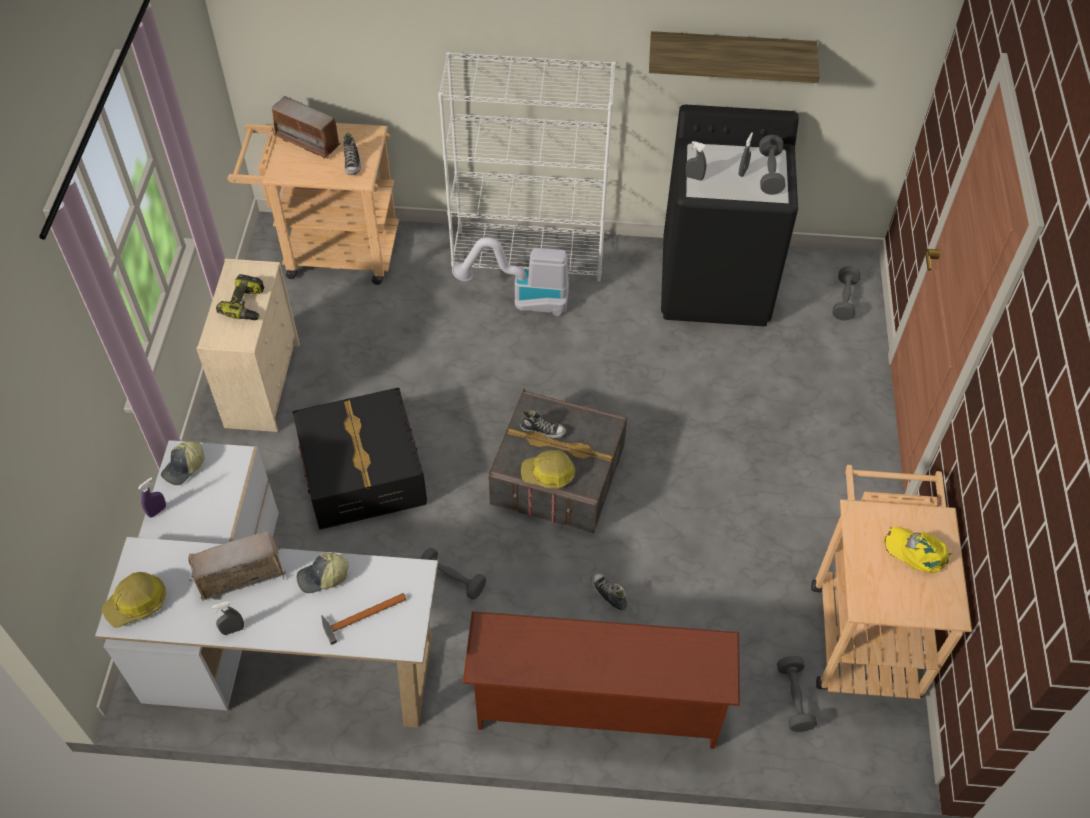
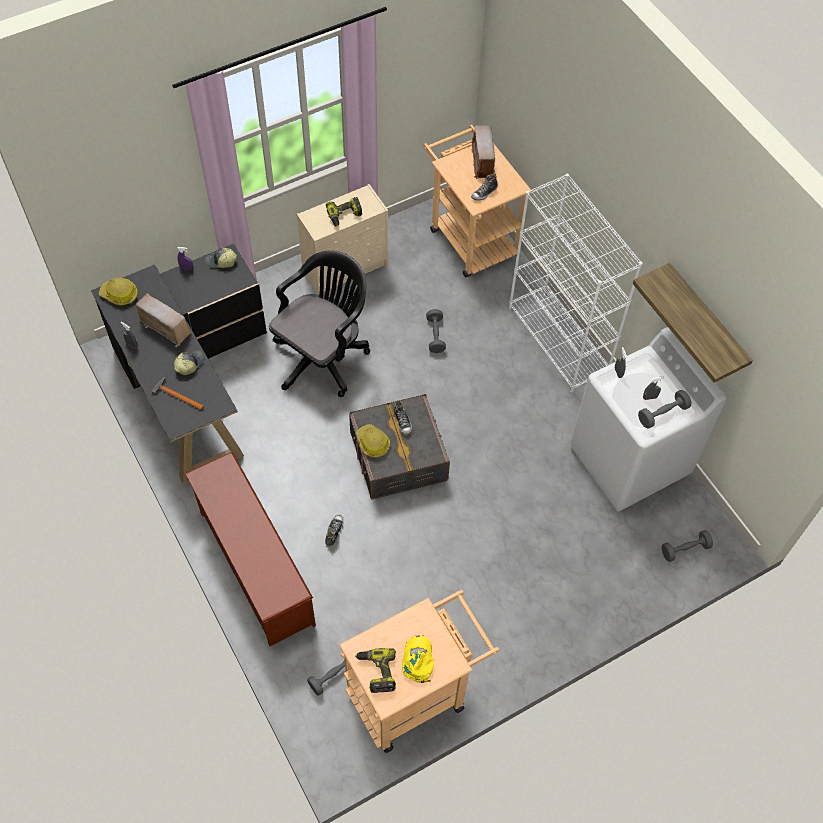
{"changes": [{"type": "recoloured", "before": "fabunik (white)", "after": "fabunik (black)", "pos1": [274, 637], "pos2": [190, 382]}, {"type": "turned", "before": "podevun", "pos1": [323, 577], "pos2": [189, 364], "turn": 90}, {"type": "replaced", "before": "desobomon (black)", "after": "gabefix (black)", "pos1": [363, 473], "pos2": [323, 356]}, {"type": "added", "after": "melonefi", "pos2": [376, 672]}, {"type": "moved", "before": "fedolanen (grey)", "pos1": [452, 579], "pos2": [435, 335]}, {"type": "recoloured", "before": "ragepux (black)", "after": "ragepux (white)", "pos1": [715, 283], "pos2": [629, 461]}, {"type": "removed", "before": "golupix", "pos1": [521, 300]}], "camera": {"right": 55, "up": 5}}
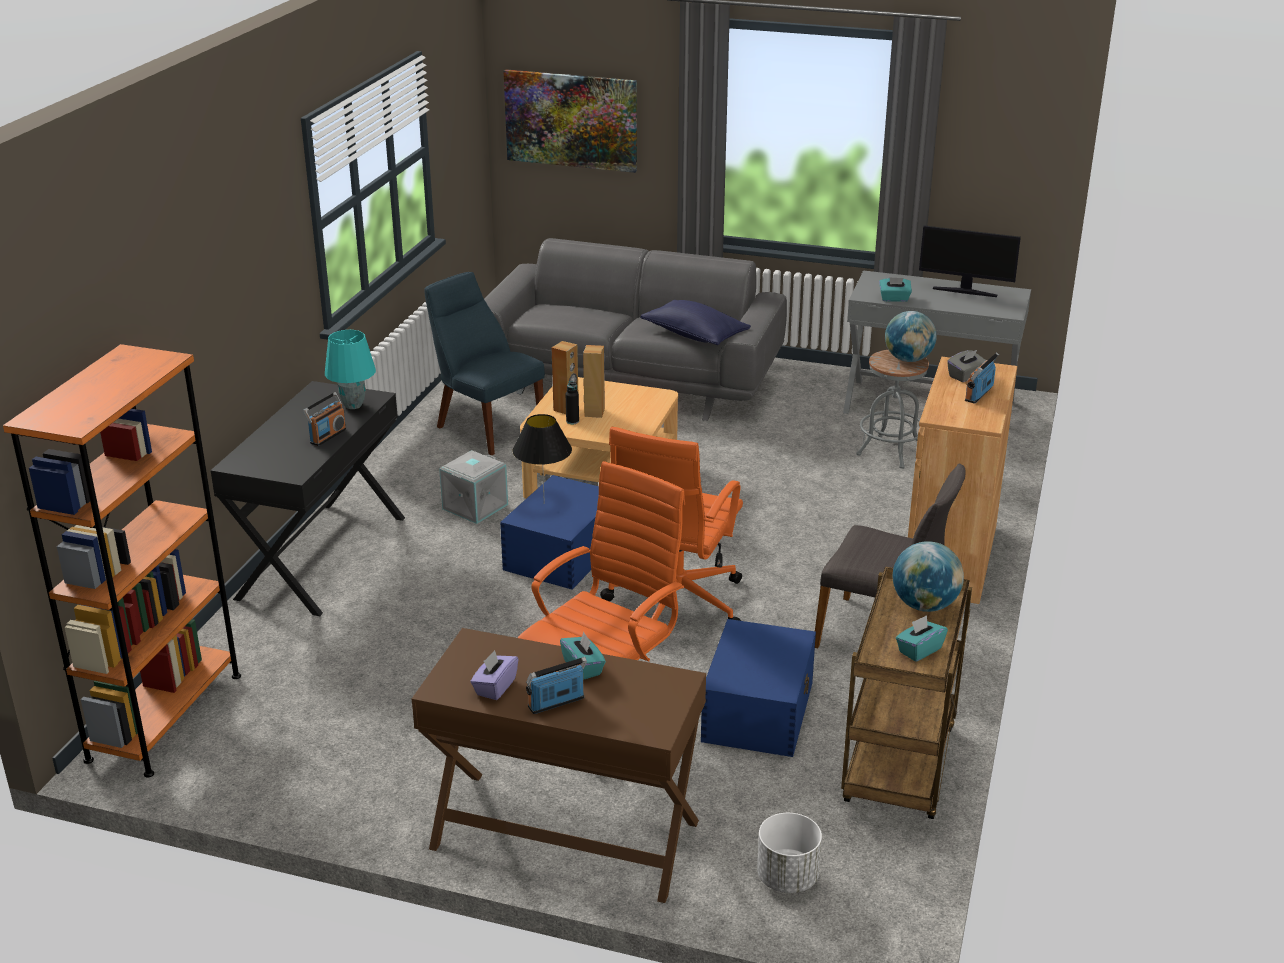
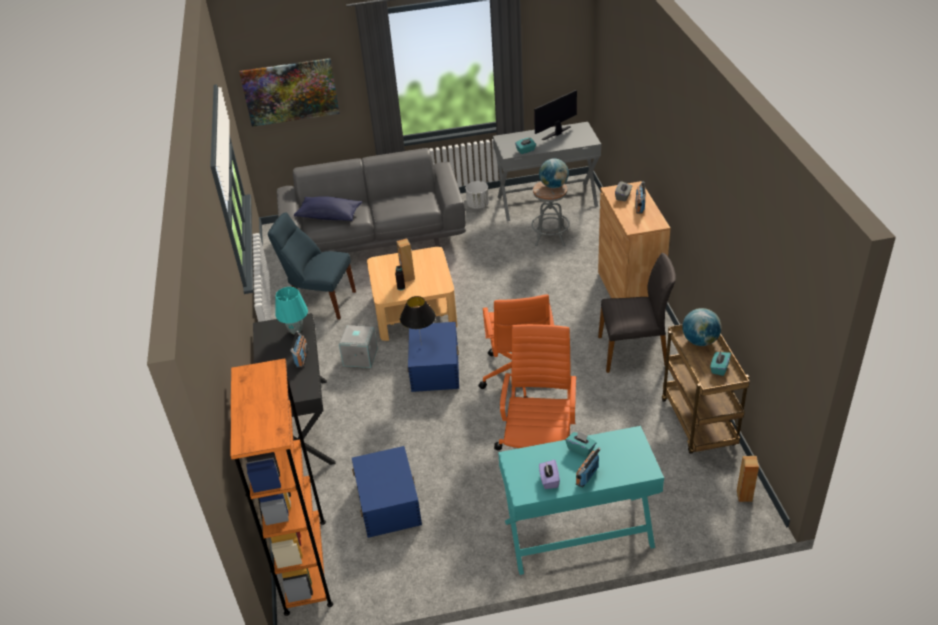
{"changes": [{"type": "moved", "before": "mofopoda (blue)", "pos1": [695, 335], "pos2": [329, 216]}, {"type": "moved", "before": "desobomon (blue)", "pos1": [759, 710], "pos2": [388, 502]}, {"type": "moved", "before": "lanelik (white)", "pos1": [788, 877], "pos2": [478, 205]}, {"type": "recoloured", "before": "fabunik (brown)", "after": "fabunik (turquoise)", "pos1": [564, 836], "pos2": [578, 534]}, {"type": "turned", "before": "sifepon", "pos1": [965, 291], "pos2": [557, 133], "turn": 150}, {"type": "moved", "before": "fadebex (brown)", "pos1": [566, 409], "pos2": [744, 496]}], "camera": {"right": -25, "up": 10}}
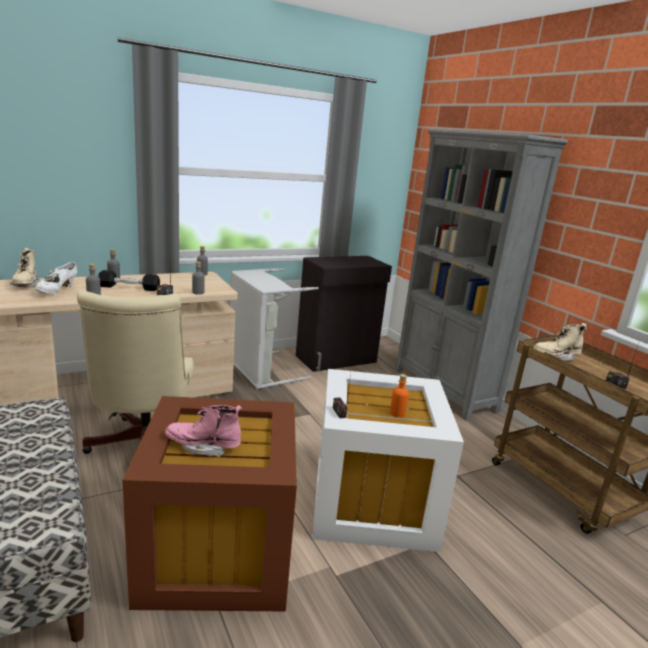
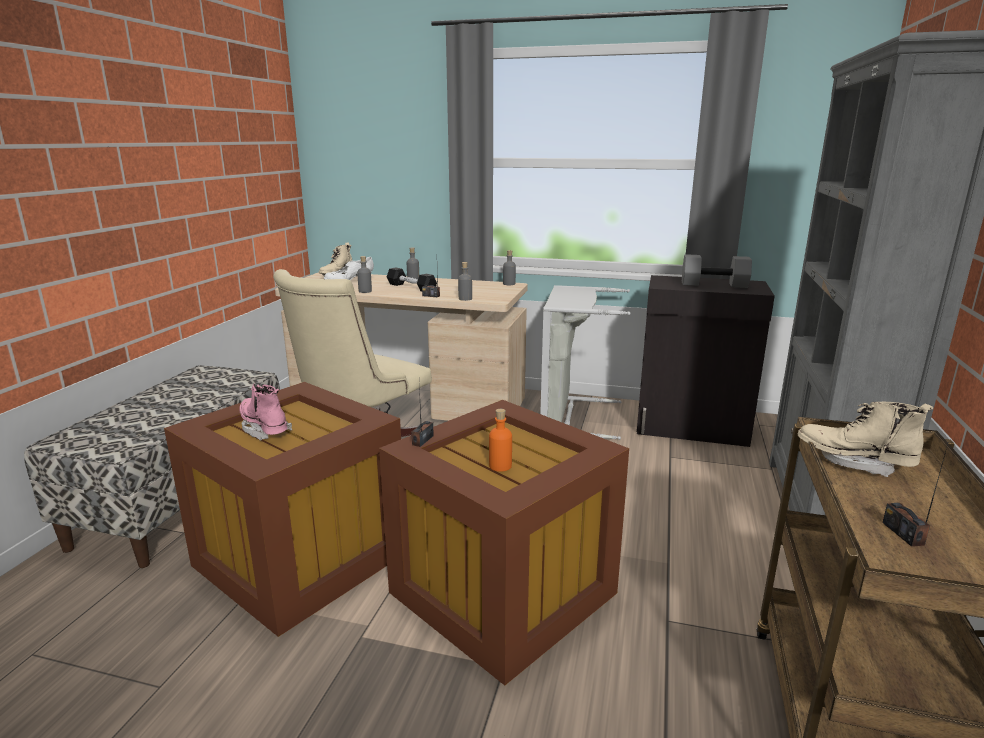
{"changes": [{"type": "recoloured", "before": "desobomon (white)", "after": "desobomon (brown)", "pos1": [374, 504], "pos2": [503, 595]}, {"type": "added", "after": "fedolanen (grey)", "pos2": [714, 284]}], "camera": {"right": 45, "up": 0}}
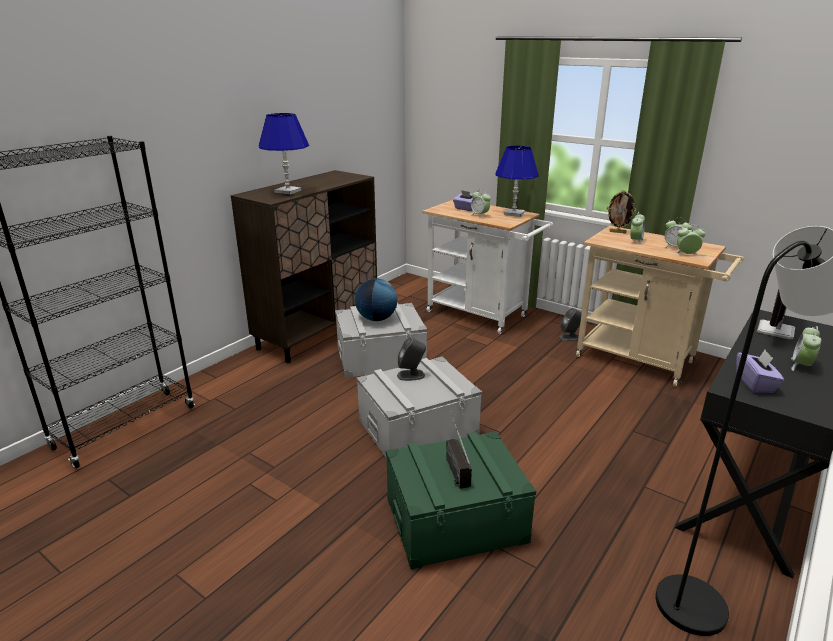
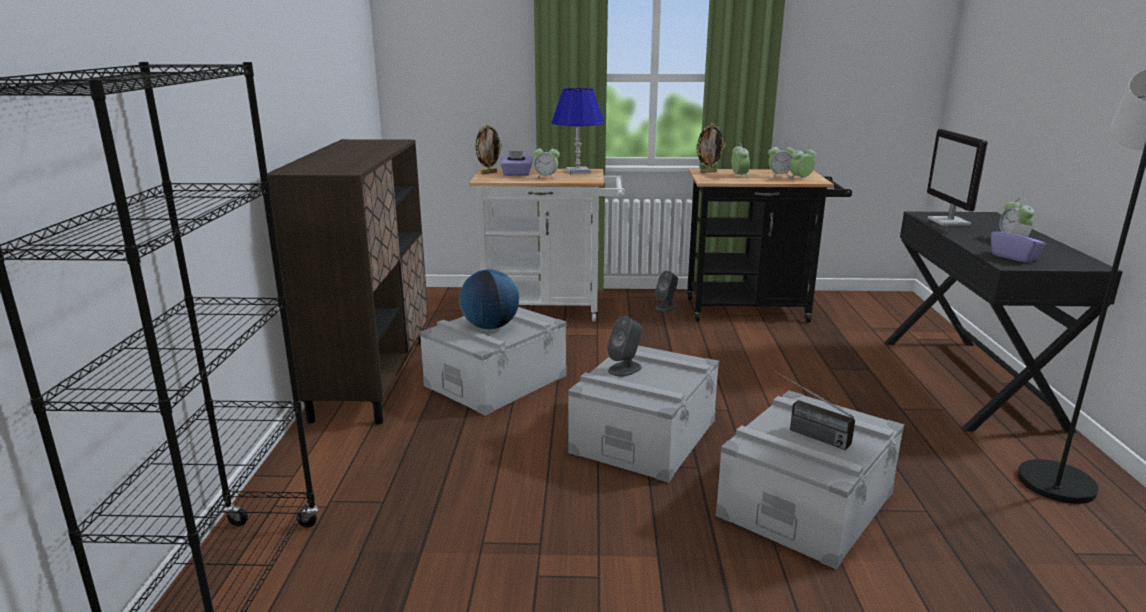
{"changes": [{"type": "added", "after": "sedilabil", "pos2": [489, 173]}, {"type": "recoloured", "before": "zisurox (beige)", "after": "zisurox (black)", "pos1": [642, 361], "pos2": [754, 310]}, {"type": "recoloured", "before": "desobomon (green)", "after": "desobomon (grey)", "pos1": [455, 519], "pos2": [805, 504]}, {"type": "removed", "before": "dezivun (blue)", "pos1": [288, 191]}], "camera": {"right": -35, "up": -5}}
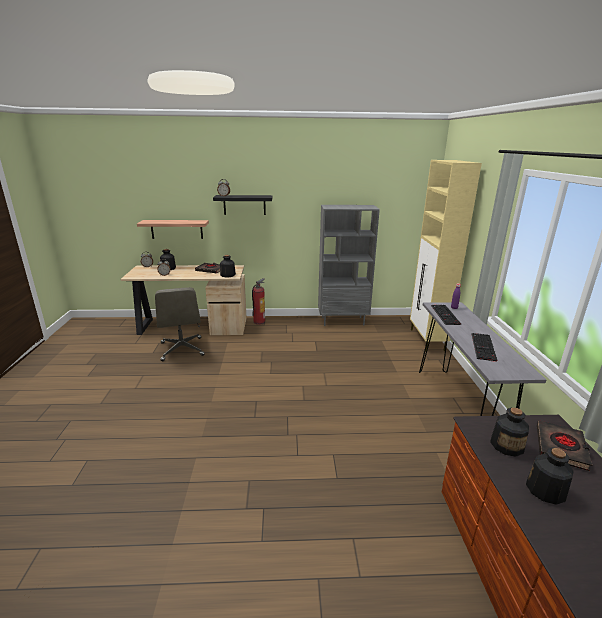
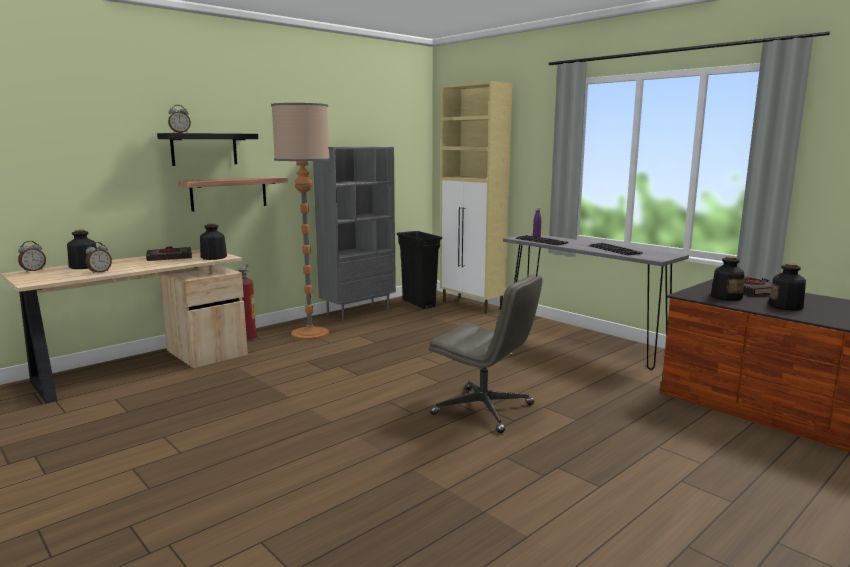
{"changes": [{"type": "moved", "before": "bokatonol", "pos1": [176, 229], "pos2": [229, 193]}, {"type": "added", "after": "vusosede", "pos2": [310, 334]}, {"type": "added", "after": "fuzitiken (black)", "pos2": [418, 303]}, {"type": "moved", "before": "gabefix (grey)", "pos1": [182, 349], "pos2": [484, 410]}], "camera": {"right": -40, "up": -10}}
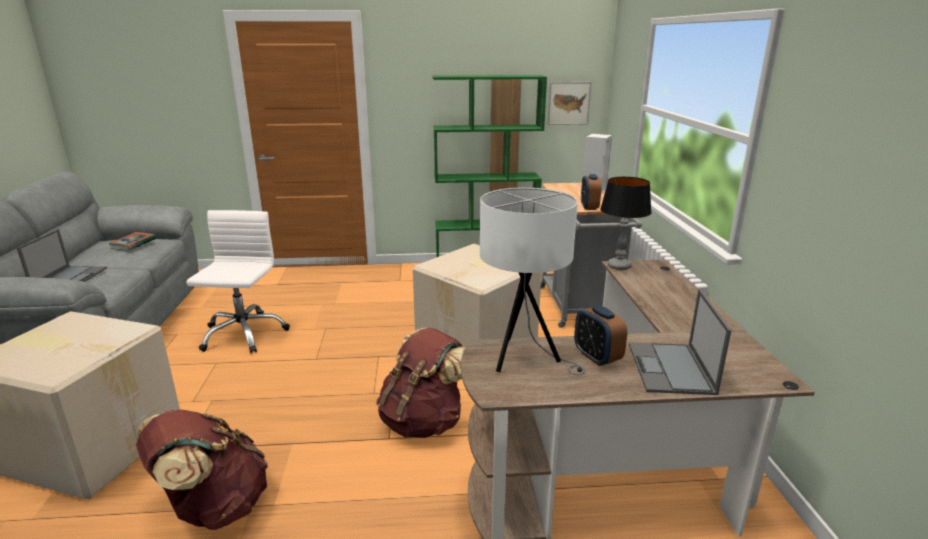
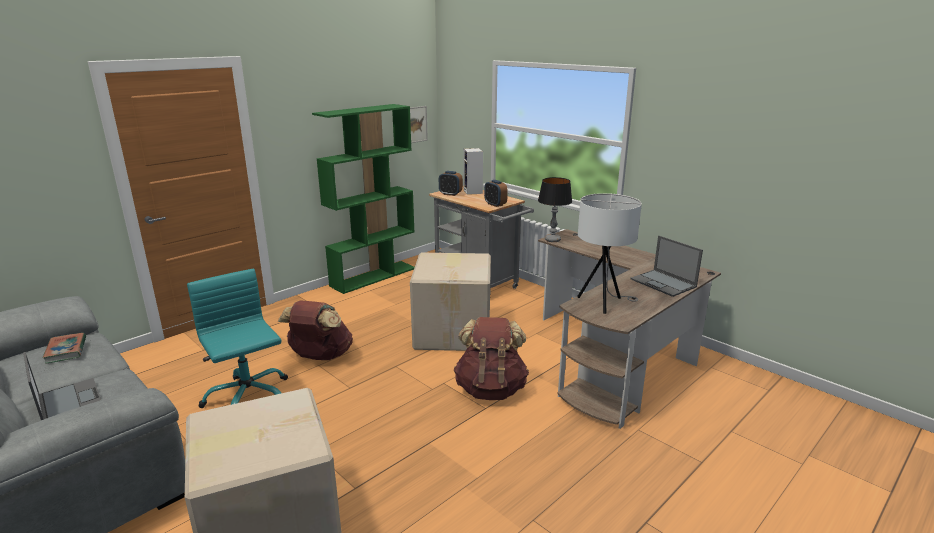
{"changes": [{"type": "recoloured", "before": "gabefix (white)", "after": "gabefix (turquoise)", "pos1": [243, 334], "pos2": [248, 398]}, {"type": "moved", "before": "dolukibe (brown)", "pos1": [214, 507], "pos2": [320, 356]}, {"type": "moved", "before": "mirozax", "pos1": [597, 357], "pos2": [450, 194]}], "camera": {"right": -40, "up": 0}}
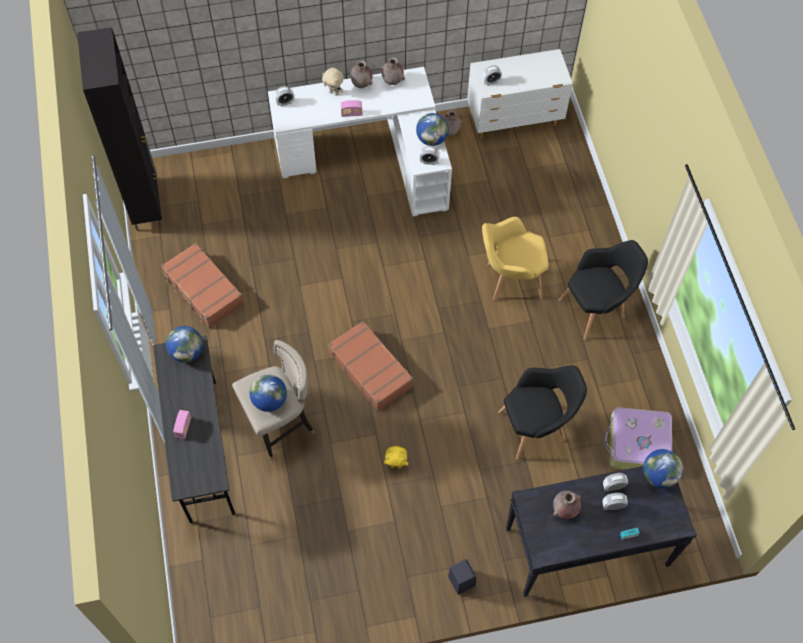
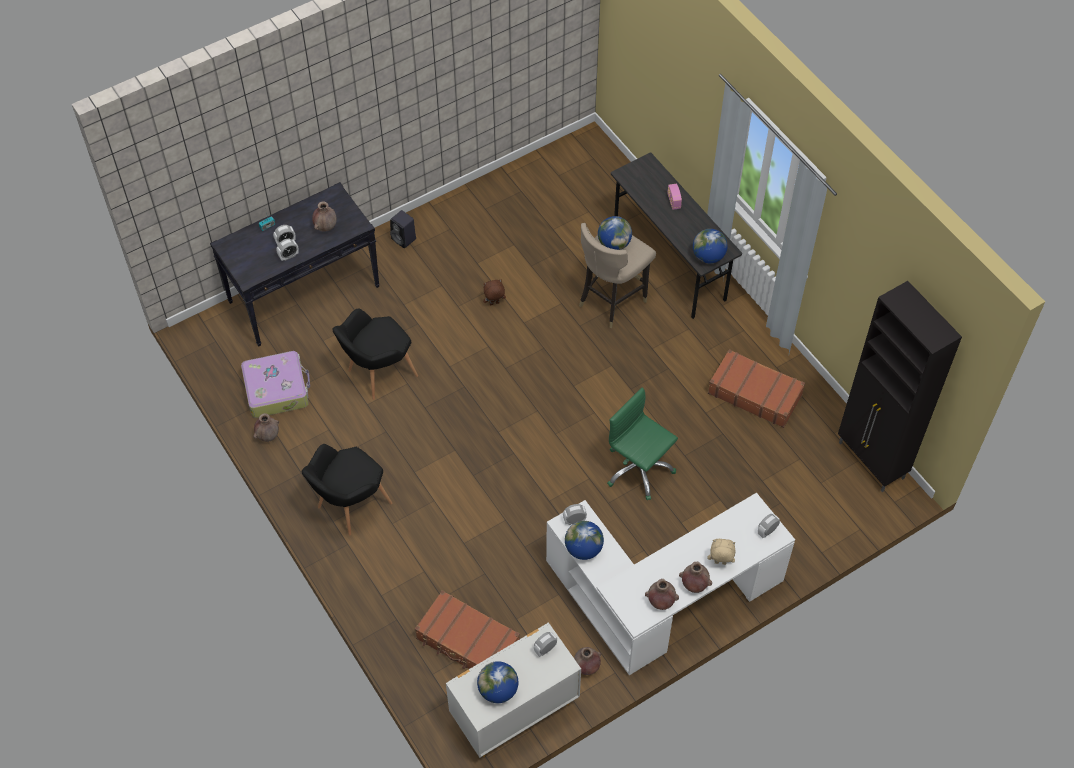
{"changes": [{"type": "added", "after": "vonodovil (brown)", "pos2": [268, 436]}, {"type": "moved", "before": "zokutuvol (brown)", "pos1": [371, 370], "pos2": [467, 642]}, {"type": "moved", "before": "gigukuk", "pos1": [659, 475], "pos2": [498, 690]}, {"type": "recoloured", "before": "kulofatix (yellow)", "after": "kulofatix (brown)", "pos1": [396, 465], "pos2": [494, 304]}, {"type": "added", "after": "gabefix (green)", "pos2": [638, 469]}, {"type": "removed", "before": "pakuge", "pos1": [351, 113]}, {"type": "removed", "before": "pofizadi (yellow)", "pos1": [509, 280]}], "camera": {"right": 160, "up": -5}}
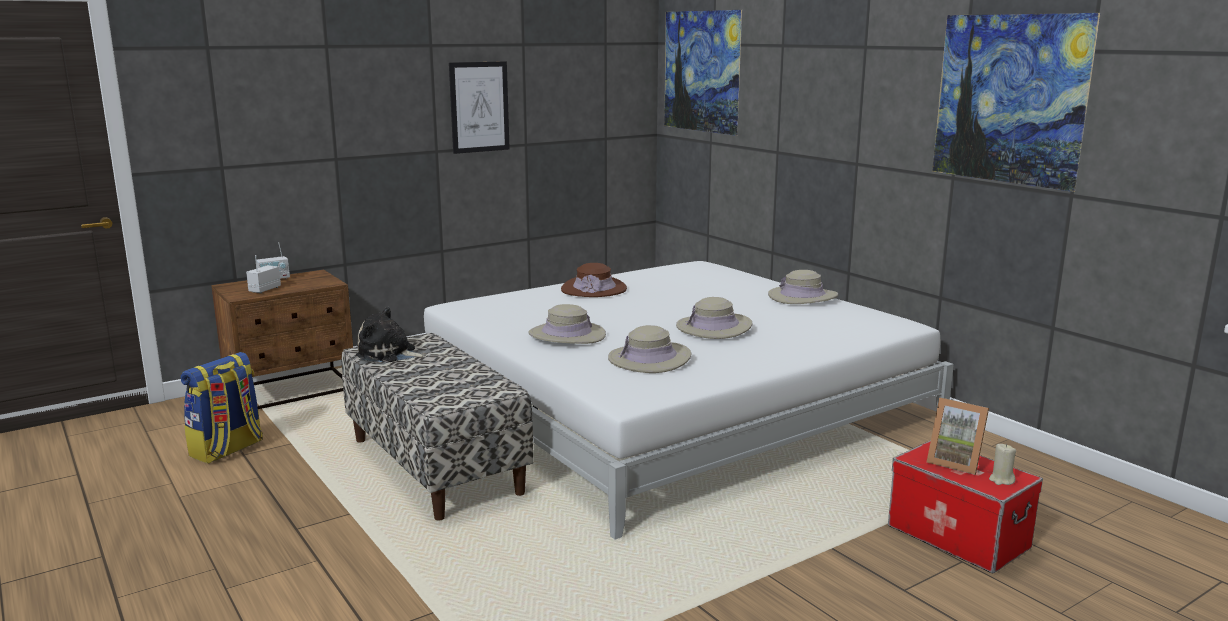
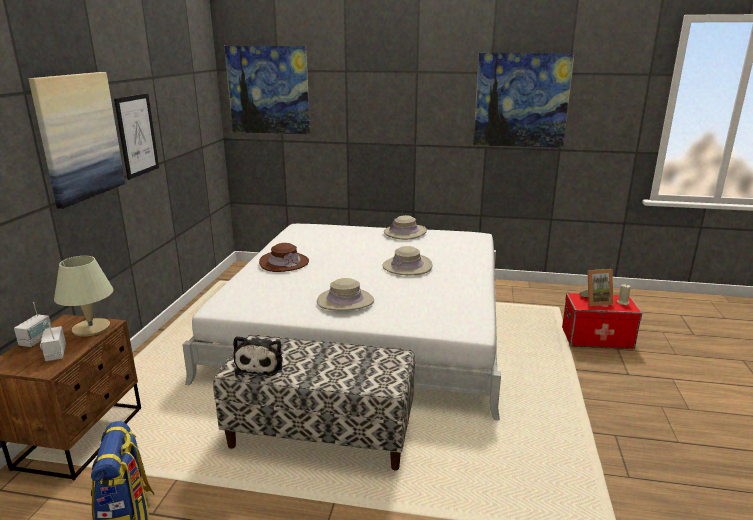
{"changes": [{"type": "added", "after": "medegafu", "pos2": [79, 137]}, {"type": "added", "after": "dezivun (beige)", "pos2": [91, 328]}, {"type": "turned", "before": "kulofatix", "pos1": [389, 354], "pos2": [261, 365], "turn": -60}, {"type": "removed", "before": "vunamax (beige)", "pos1": [649, 359]}], "camera": {"right": -45, "up": 5}}
